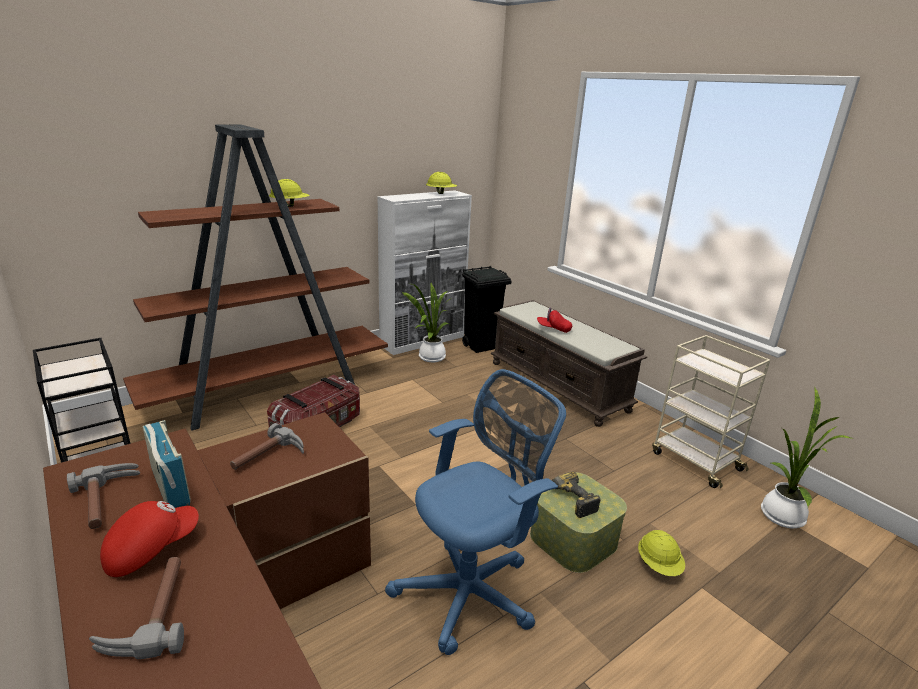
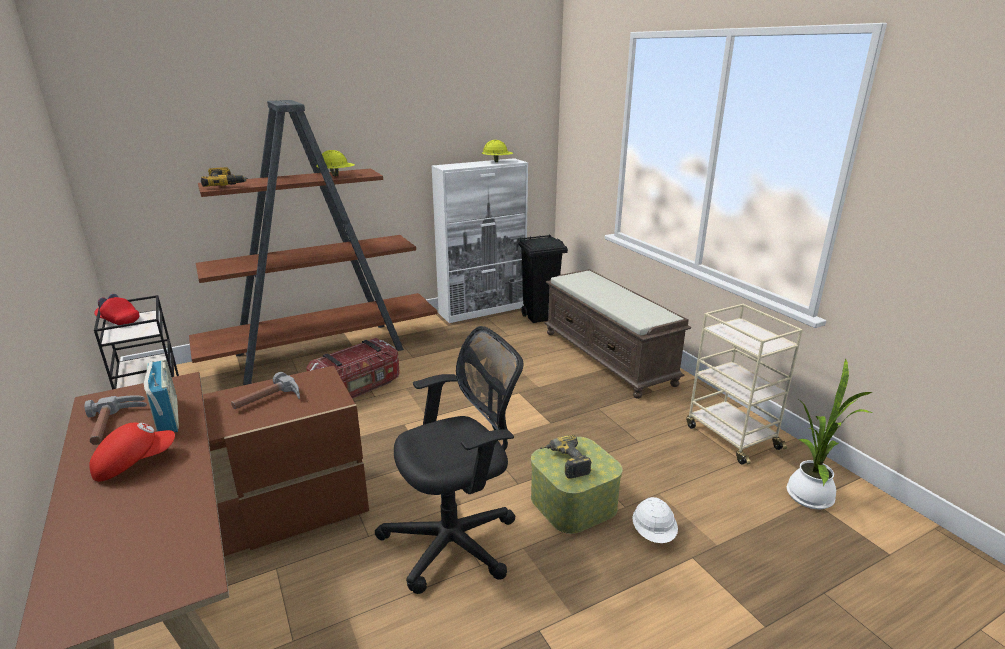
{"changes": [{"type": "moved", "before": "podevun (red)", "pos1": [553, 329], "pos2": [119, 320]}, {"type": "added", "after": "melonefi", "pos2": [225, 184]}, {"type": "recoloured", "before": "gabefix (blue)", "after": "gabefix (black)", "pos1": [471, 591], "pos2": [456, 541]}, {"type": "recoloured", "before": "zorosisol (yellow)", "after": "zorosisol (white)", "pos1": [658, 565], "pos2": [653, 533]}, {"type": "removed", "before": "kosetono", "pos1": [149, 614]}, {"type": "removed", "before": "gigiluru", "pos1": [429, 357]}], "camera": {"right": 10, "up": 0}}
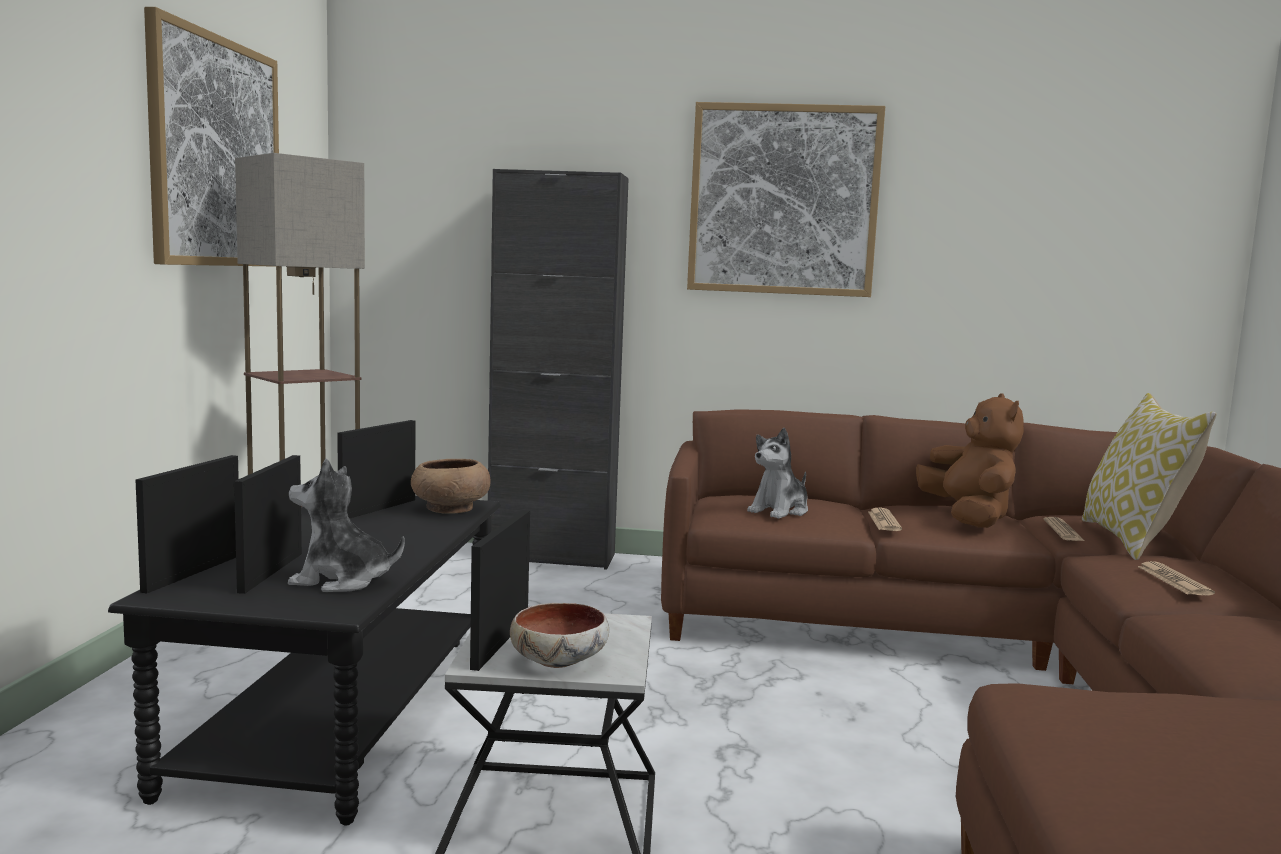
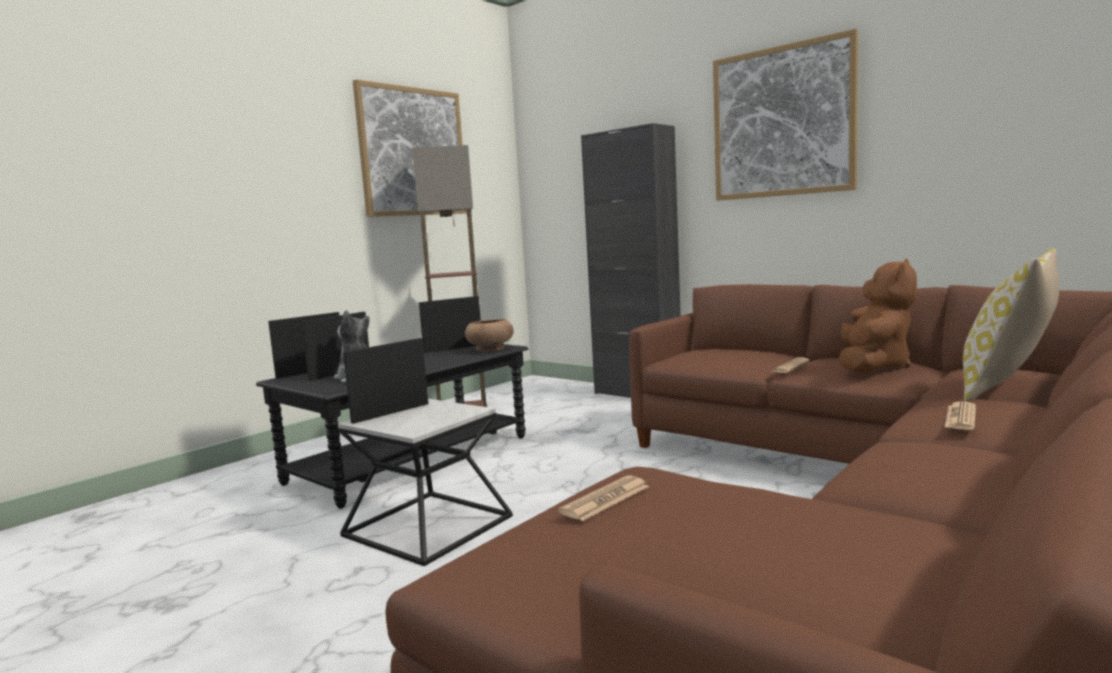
{"changes": [{"type": "moved", "before": "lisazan", "pos1": [1063, 531], "pos2": [605, 499]}, {"type": "removed", "before": "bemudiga", "pos1": [559, 661]}, {"type": "removed", "before": "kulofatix", "pos1": [780, 511]}], "camera": {"right": 35, "up": 0}}
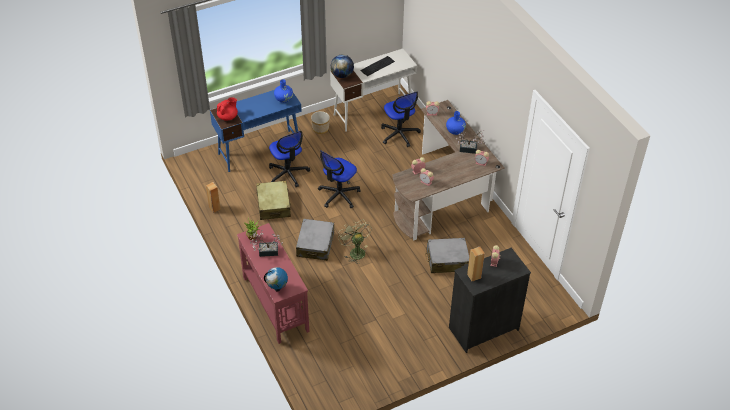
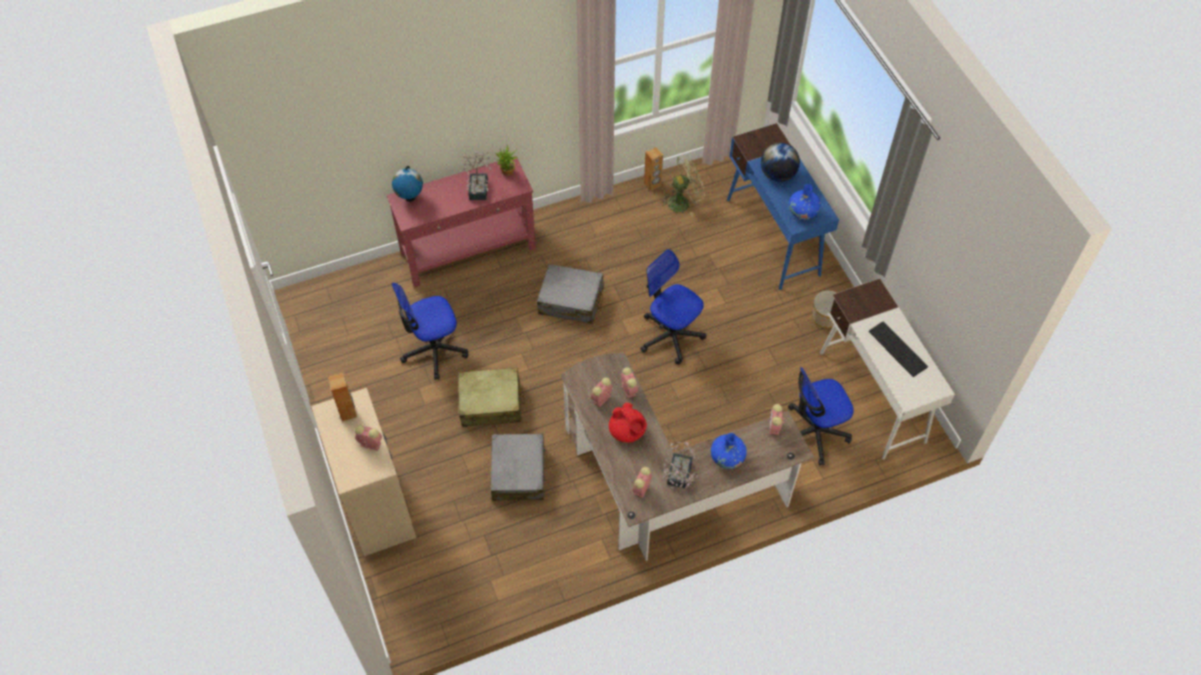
{"changes": [{"type": "recoloured", "before": "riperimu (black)", "after": "riperimu (beige)", "pos1": [483, 328], "pos2": [377, 506]}, {"type": "moved", "before": "gabefix", "pos1": [288, 174], "pos2": [434, 350]}, {"type": "moved", "before": "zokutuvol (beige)", "pos1": [273, 205], "pos2": [491, 403]}, {"type": "moved", "before": "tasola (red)", "pos1": [228, 117], "pos2": [627, 432]}, {"type": "moved", "before": "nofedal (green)", "pos1": [355, 251], "pos2": [683, 202]}, {"type": "moved", "before": "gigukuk", "pos1": [342, 75], "pos2": [777, 175]}], "camera": {"right": 95, "up": 10}}
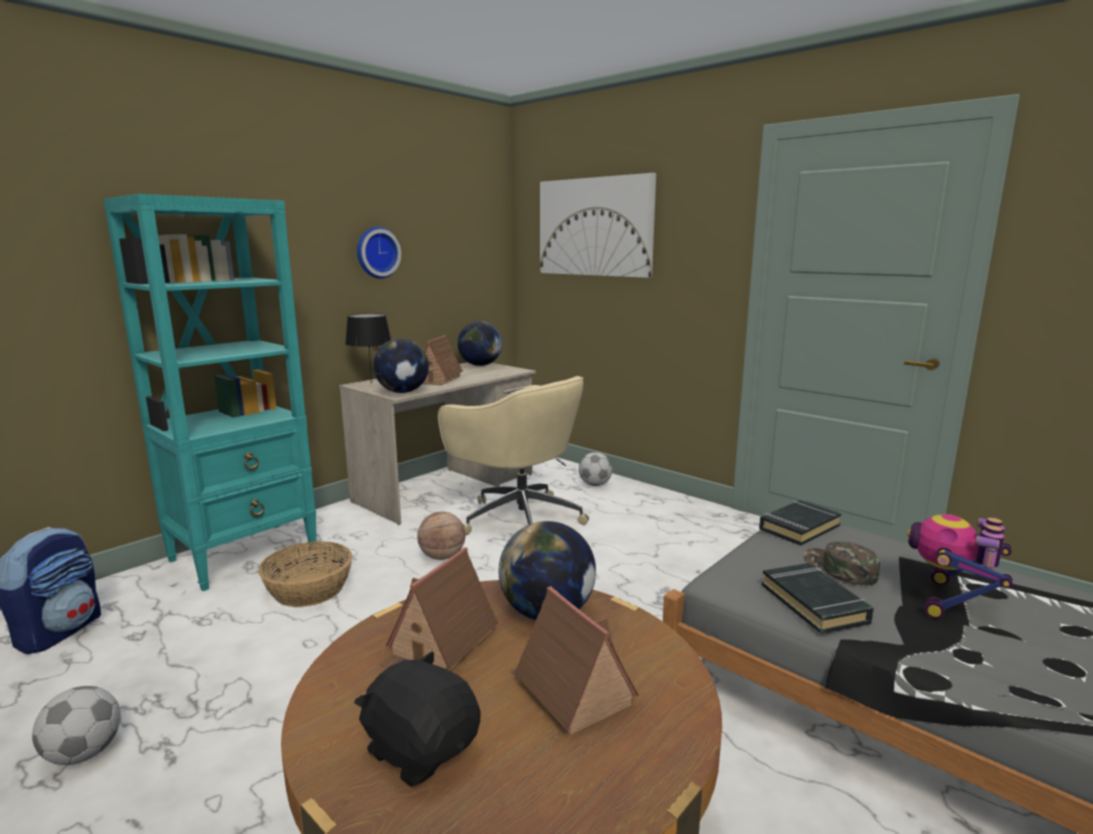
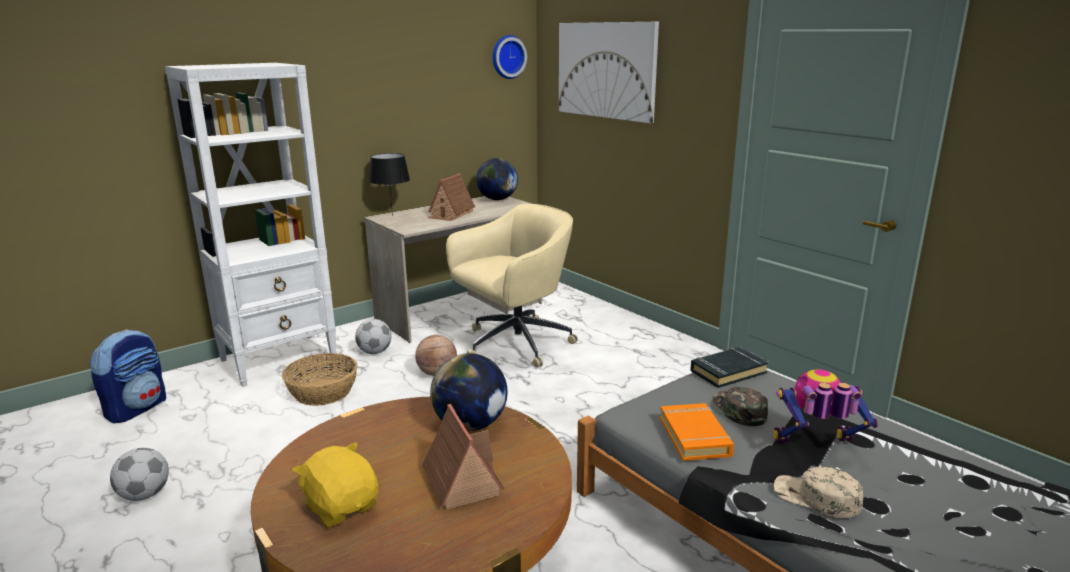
{"changes": [{"type": "recoloured", "before": "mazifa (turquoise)", "after": "mazifa (white)", "pos1": [245, 554], "pos2": [280, 359]}, {"type": "recoloured", "before": "kulofatix (black)", "after": "kulofatix (yellow)", "pos1": [422, 749], "pos2": [342, 507]}, {"type": "moved", "before": "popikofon", "pos1": [595, 484], "pos2": [375, 352]}, {"type": "turned", "before": "gabefix (beige)", "pos1": [519, 518], "pos2": [514, 344], "turn": -90}, {"type": "moved", "before": "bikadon", "pos1": [376, 252], "pos2": [507, 57]}, {"type": "recoloured", "before": "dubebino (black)", "after": "dubebino (orange)", "pos1": [814, 603], "pos2": [695, 437]}, {"type": "turned", "before": "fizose", "pos1": [951, 602], "pos2": [815, 446], "turn": 45}, {"type": "added", "after": "podevun (beige)", "pos2": [816, 498]}, {"type": "removed", "before": "gigukuk", "pos1": [403, 392]}, {"type": "removed", "before": "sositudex", "pos1": [440, 646]}], "camera": {"right": 10, "up": 5}}
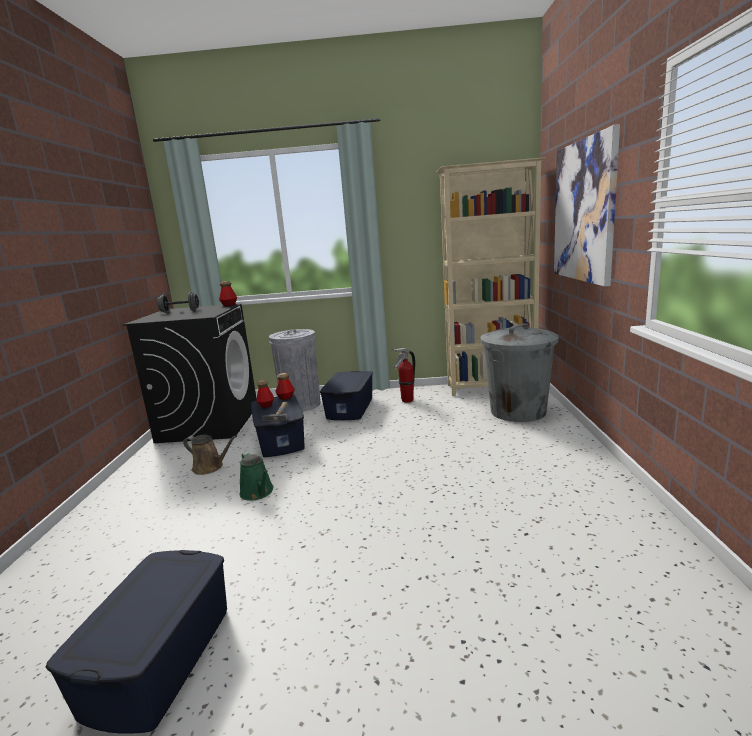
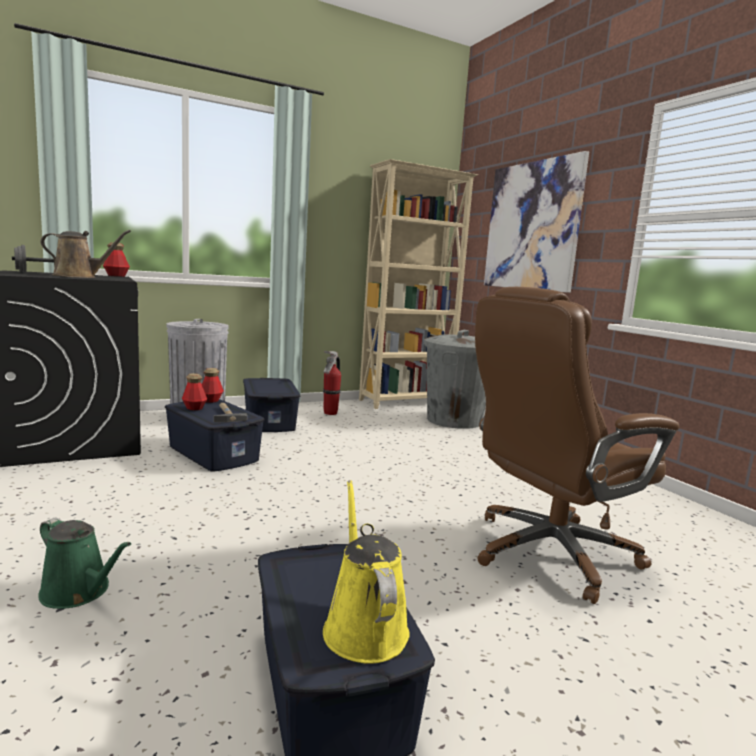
{"changes": [{"type": "moved", "before": "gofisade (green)", "pos1": [258, 493], "pos2": [79, 592]}, {"type": "moved", "before": "gofisade (brown)", "pos1": [210, 467], "pos2": [79, 276]}, {"type": "added", "after": "gofisade (yellow)", "pos2": [363, 626]}, {"type": "added", "after": "gabefix (brown)", "pos2": [549, 553]}], "camera": {"right": -30, "up": -5}}
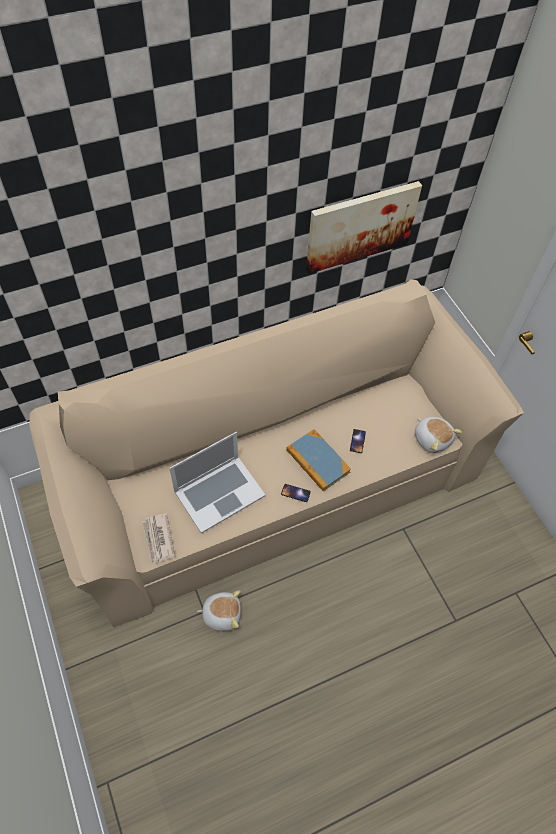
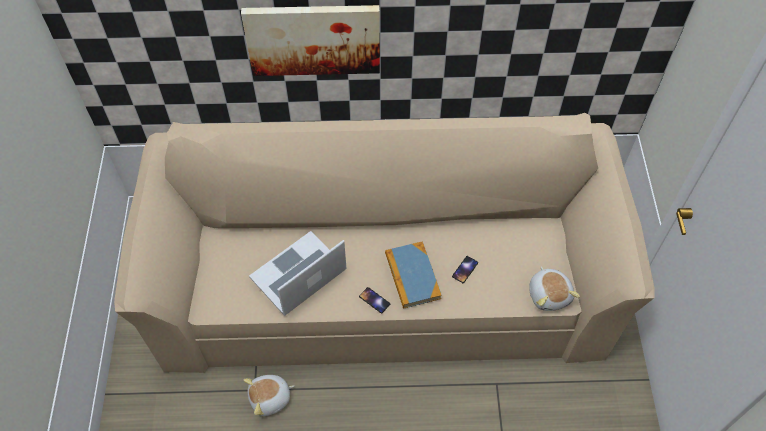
{"changes": [{"type": "moved", "before": "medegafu", "pos1": [360, 226], "pos2": [313, 39]}, {"type": "turned", "before": "kulofatix", "pos1": [221, 613], "pos2": [270, 399], "turn": 135}, {"type": "turned", "before": "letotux", "pos1": [219, 493], "pos2": [298, 273], "turn": 150}, {"type": "removed", "before": "lisazan", "pos1": [158, 539]}], "camera": {"right": 25, "up": 0}}
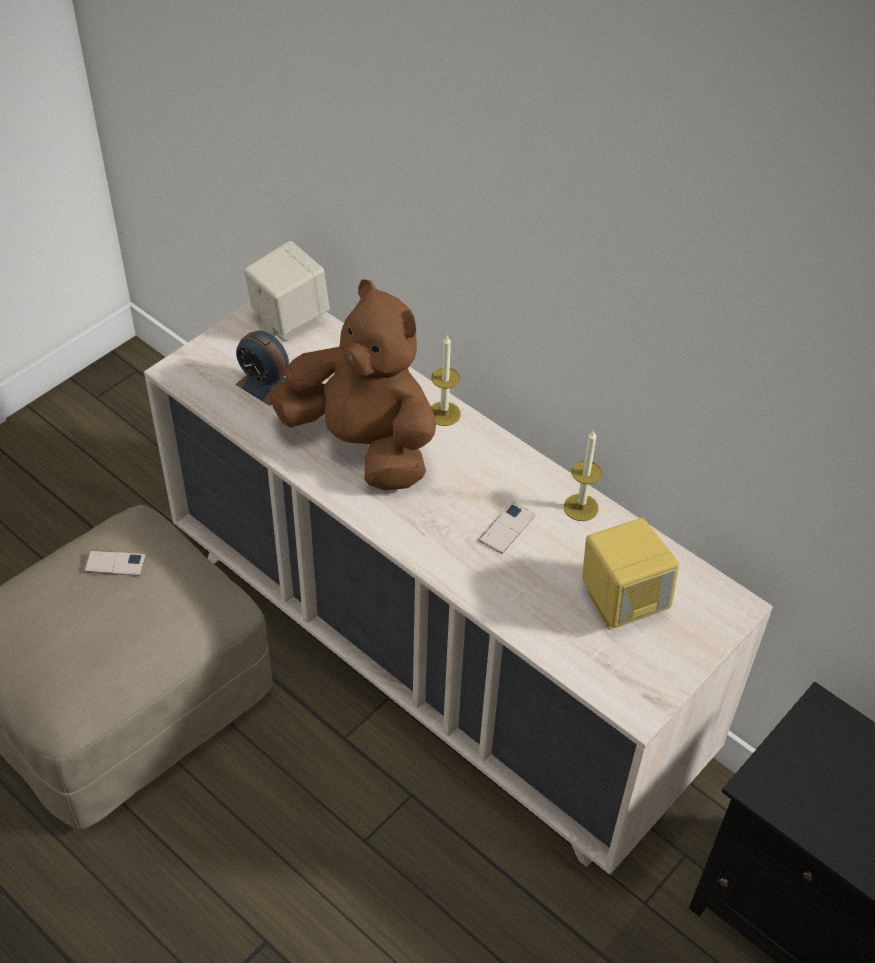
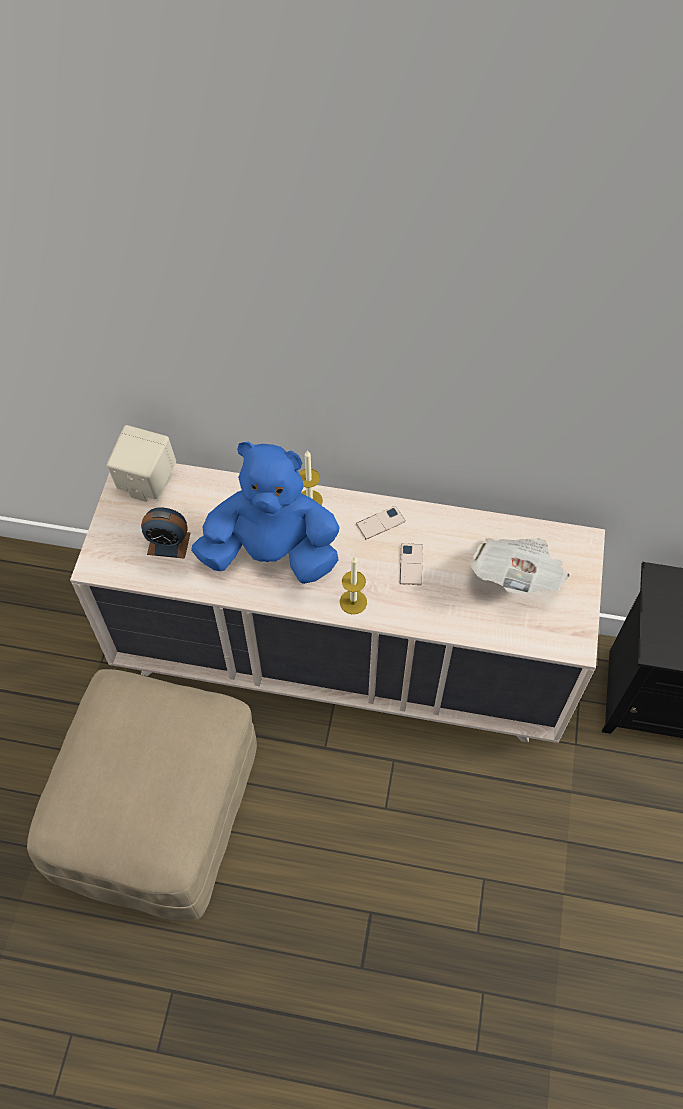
{"changes": [{"type": "recoloured", "before": "kulofatix (brown)", "after": "kulofatix (blue)", "pos1": [363, 444], "pos2": [272, 553]}, {"type": "moved", "before": "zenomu", "pos1": [581, 507], "pos2": [353, 602]}, {"type": "moved", "before": "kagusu", "pos1": [115, 563], "pos2": [380, 523]}, {"type": "replaced", "before": "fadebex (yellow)", "after": "lisazan", "pos1": [622, 601], "pos2": [517, 576]}], "camera": {"right": -30, "up": 10}}
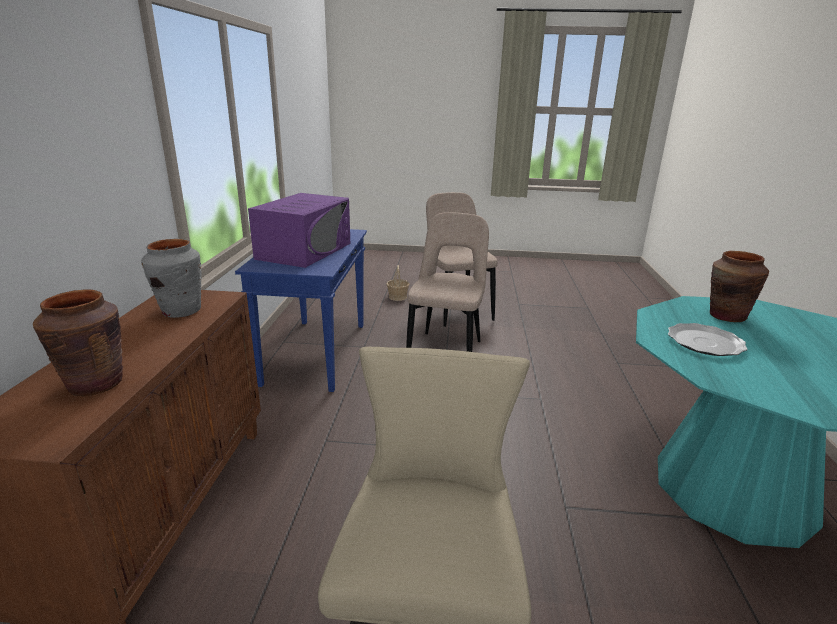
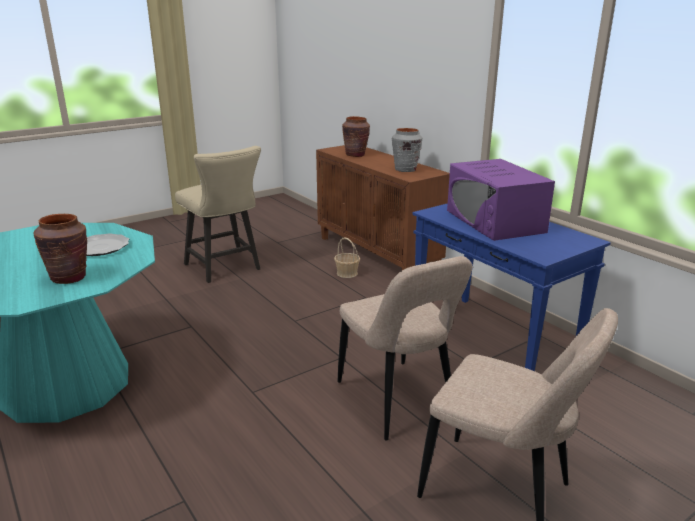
{"changes": [{"type": "moved", "before": "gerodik", "pos1": [398, 297], "pos2": [347, 273]}], "camera": {"right": 140, "up": 0}}
